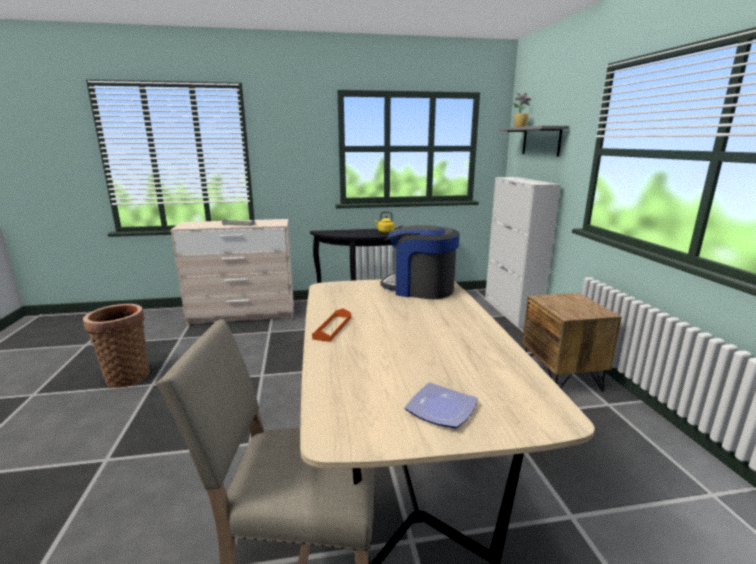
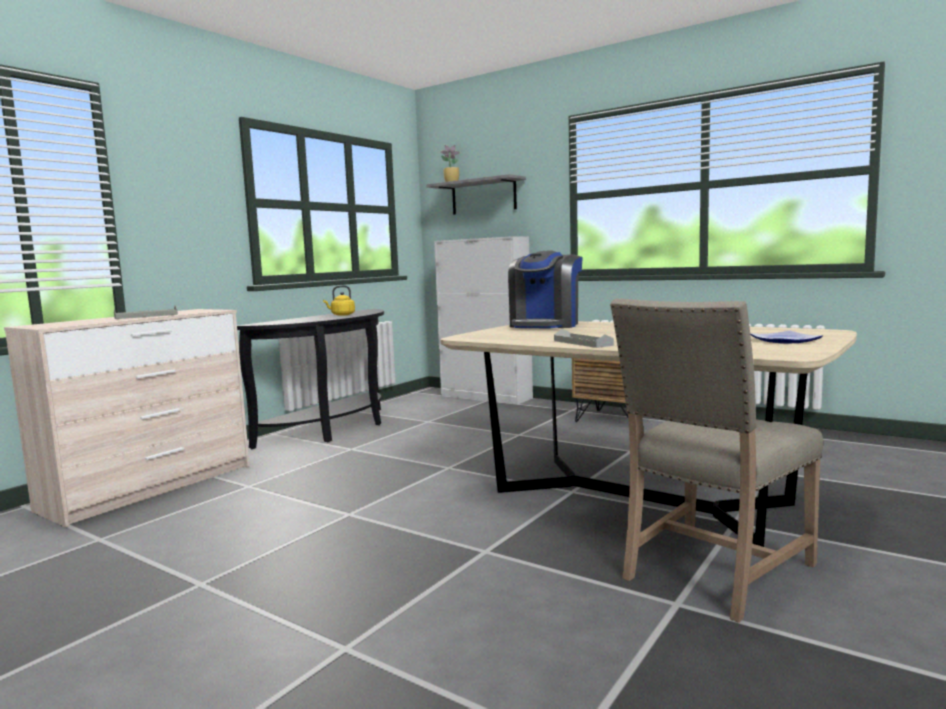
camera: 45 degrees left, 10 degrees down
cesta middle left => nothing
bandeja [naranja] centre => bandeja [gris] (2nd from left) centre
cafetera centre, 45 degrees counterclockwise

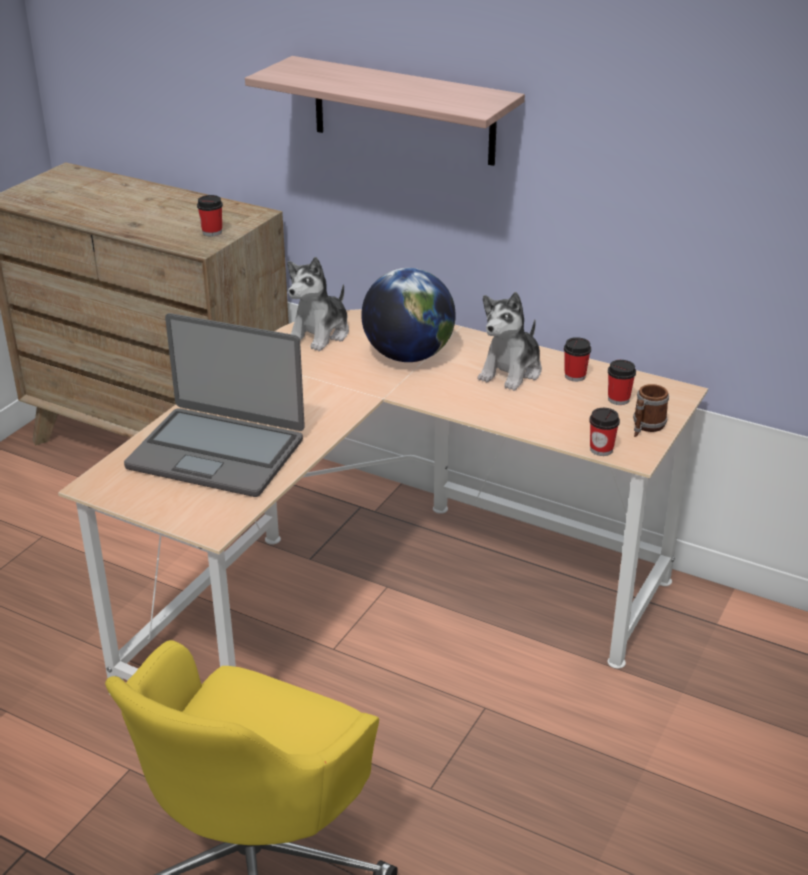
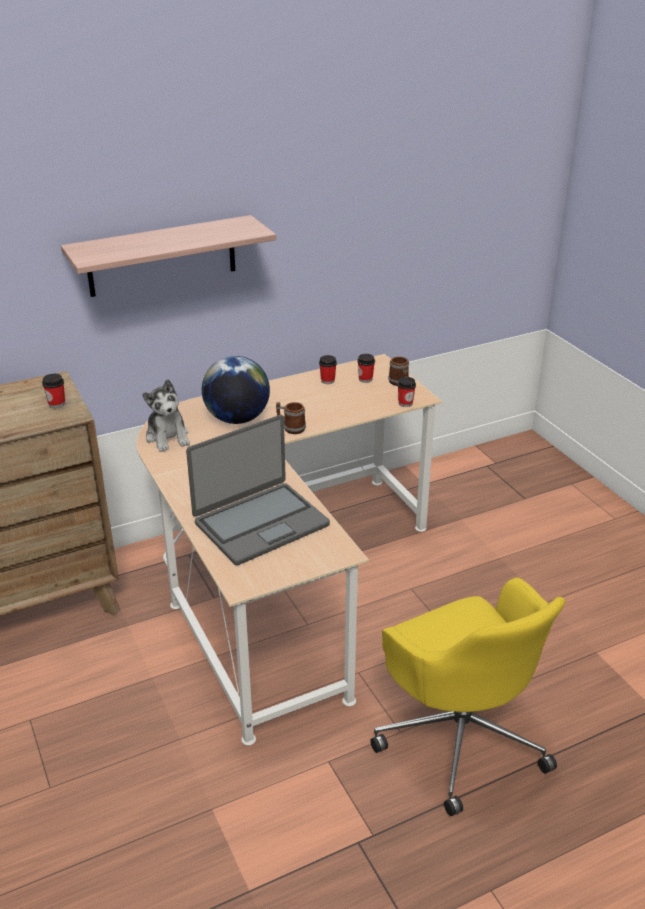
camera: 55 degrees left, 0 degrees up
peluche (2nd from left) centre => nothing
nothing => taza grande (1st from left) centre

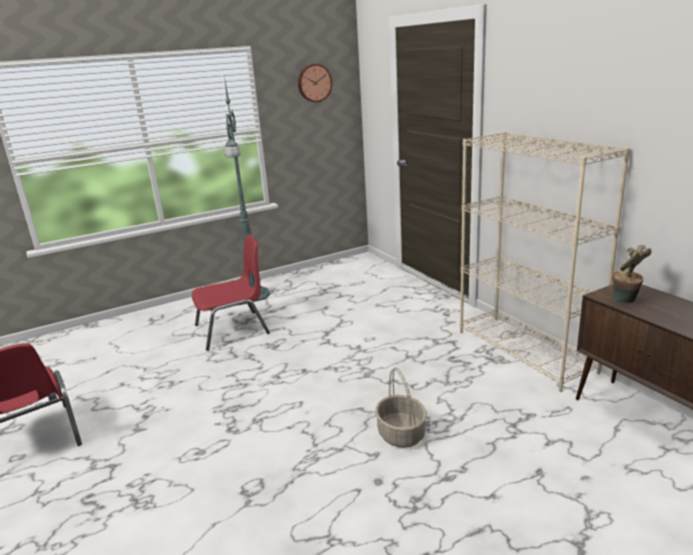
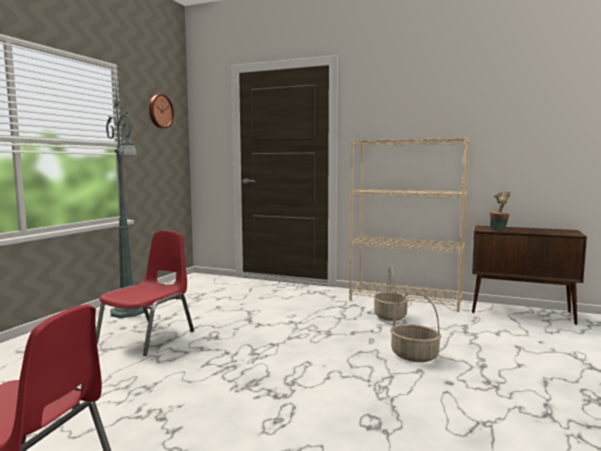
camera: 40 degrees left, 15 degrees down
nothing => cesta (1st from left) centre

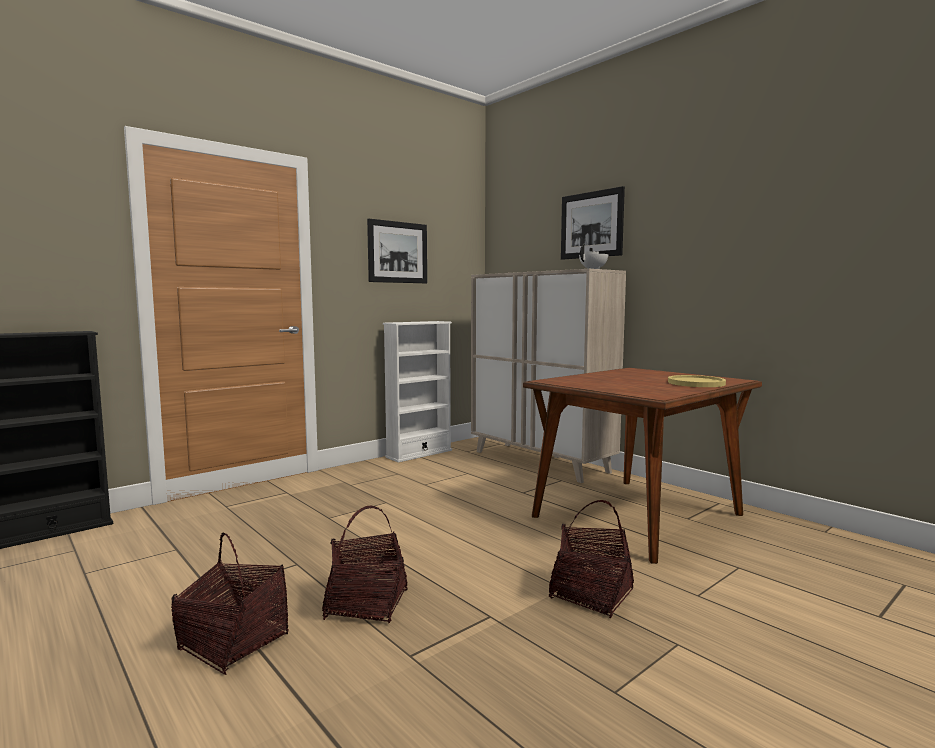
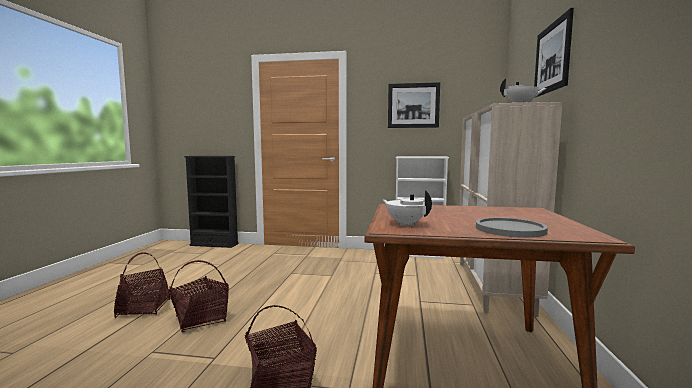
camera: 50 degrees right, 0 degrees up
plato [amarillo] middle right => plato [gris] middle right
nothing => tetera [blanco] (1st from left) centre

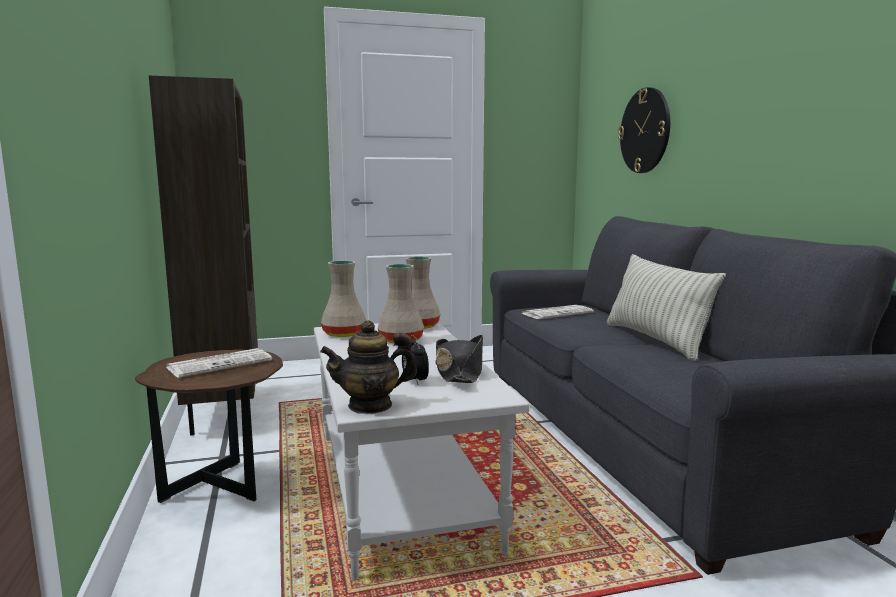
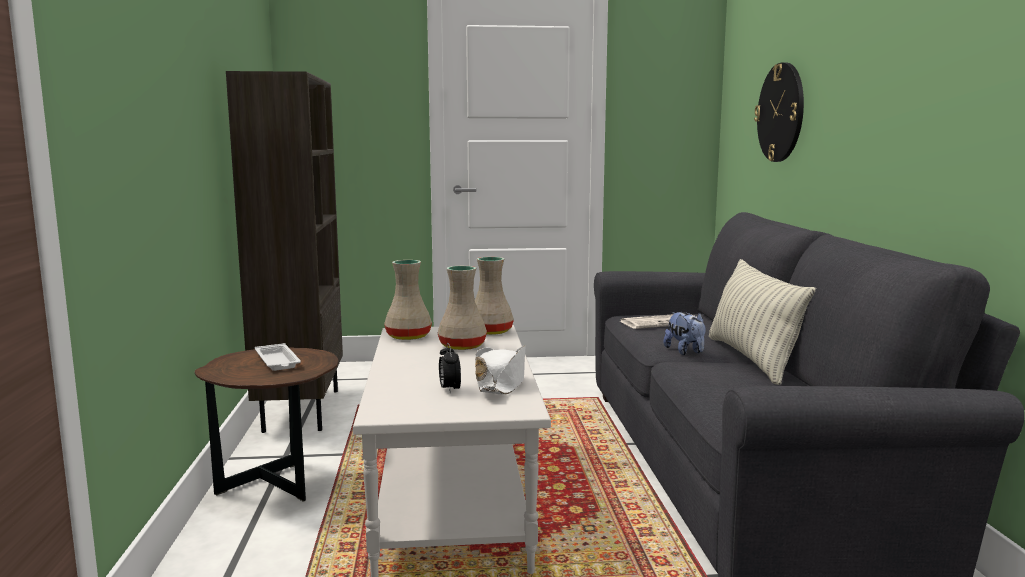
camera: 10 degrees right, 0 degrees up
periódico (1st from left) middle left => bandeja [blanco] middle left
tetera centre => nothing
sombrero [negro] centre => sombrero [blanco] centre
nothing => peluche middle right

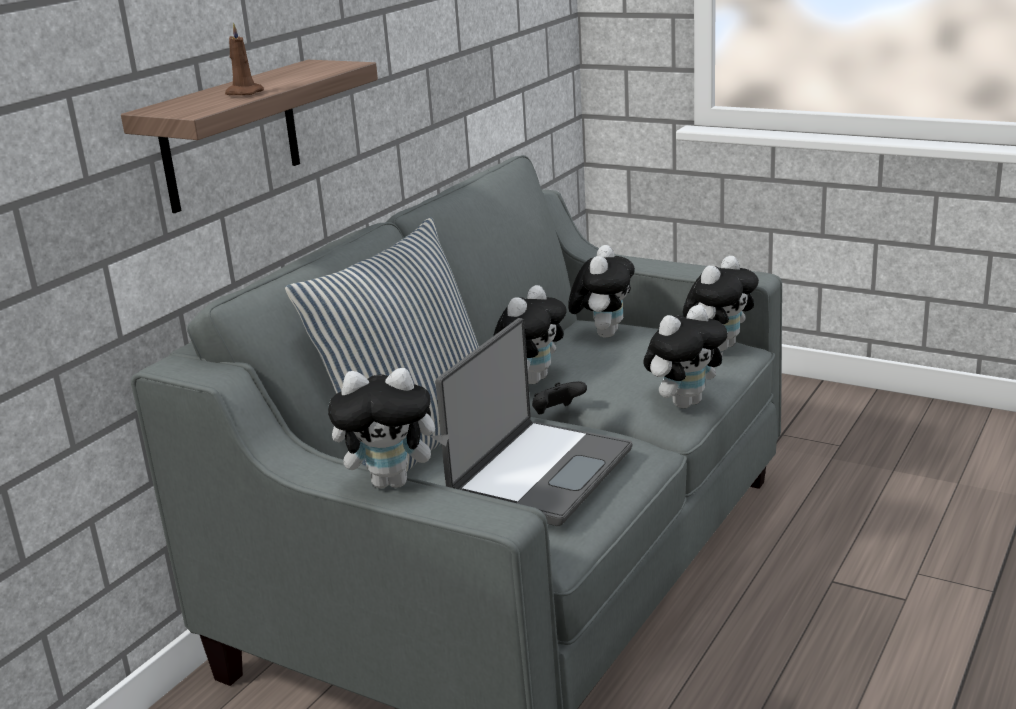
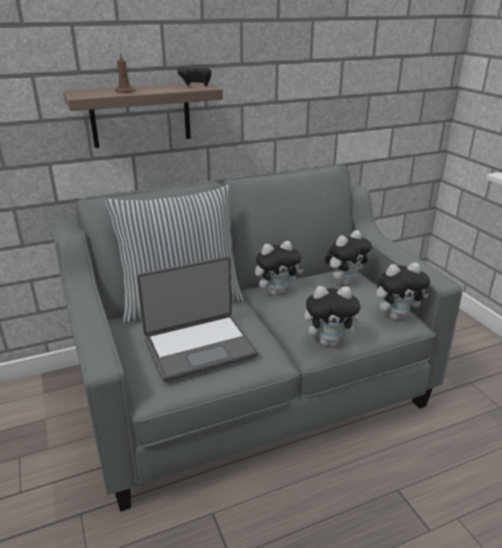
camera: 35 degrees right, 5 degrees up
peluche (1st from left) centre => nothing
mando de consola [negro] centre => mando de consola [negro] top centre, move

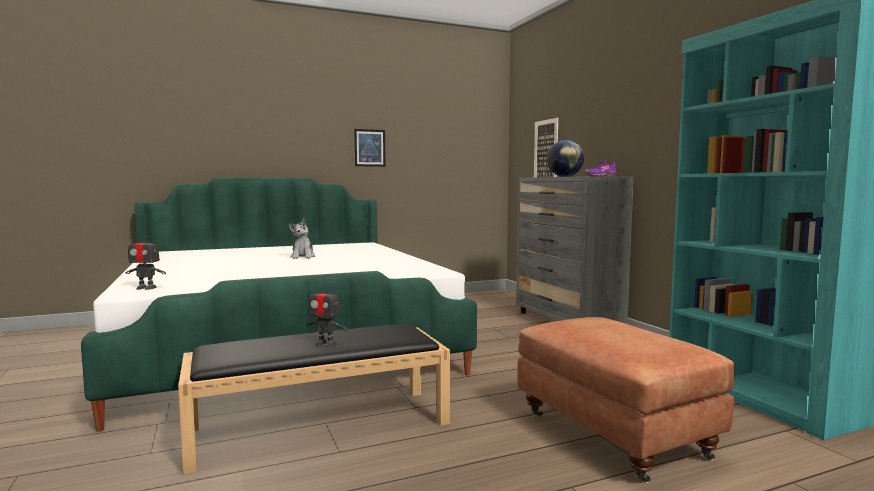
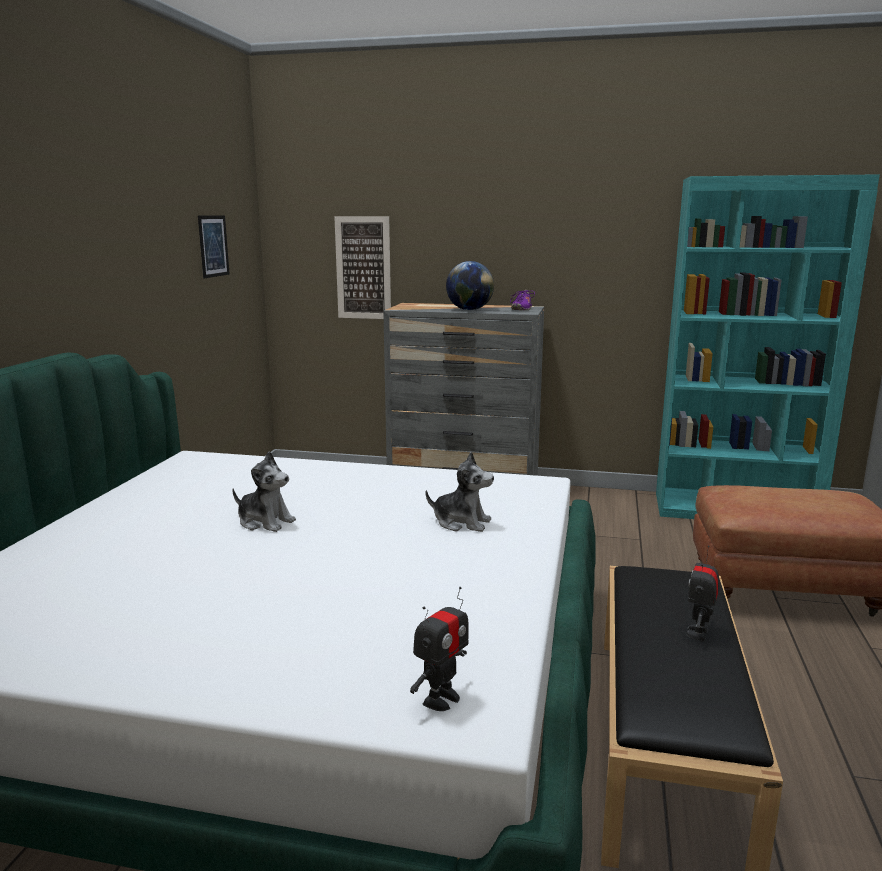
camera: 55 degrees left, 10 degrees up
robot de juguete (2nd from left) centre => robot de juguete (2nd from left) bottom right, 150 degrees clockwise
cuadro (1st from left) top centre => cuadro (1st from left) top left, move
nothing => peluche (2nd from left) centre

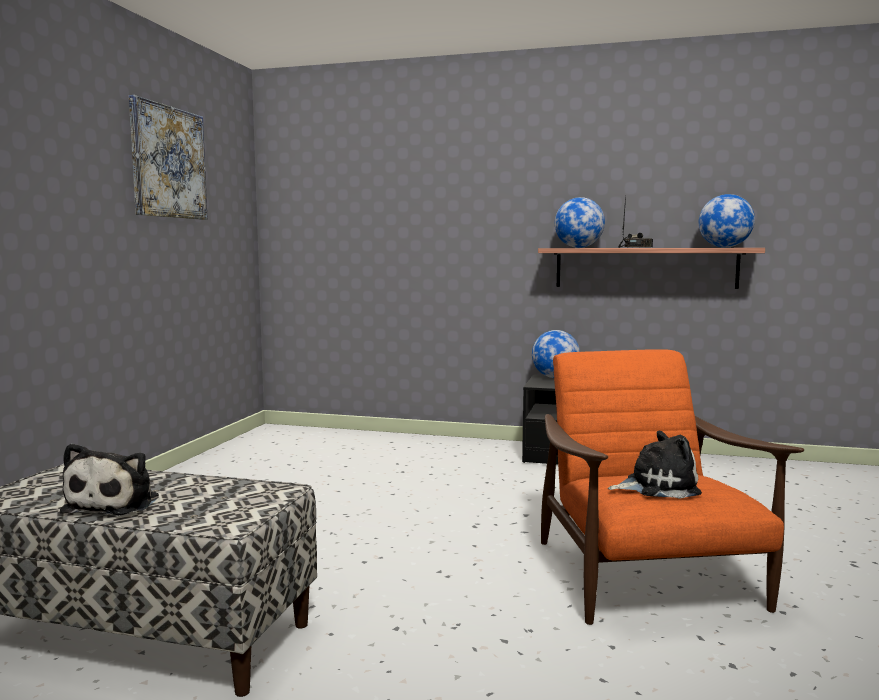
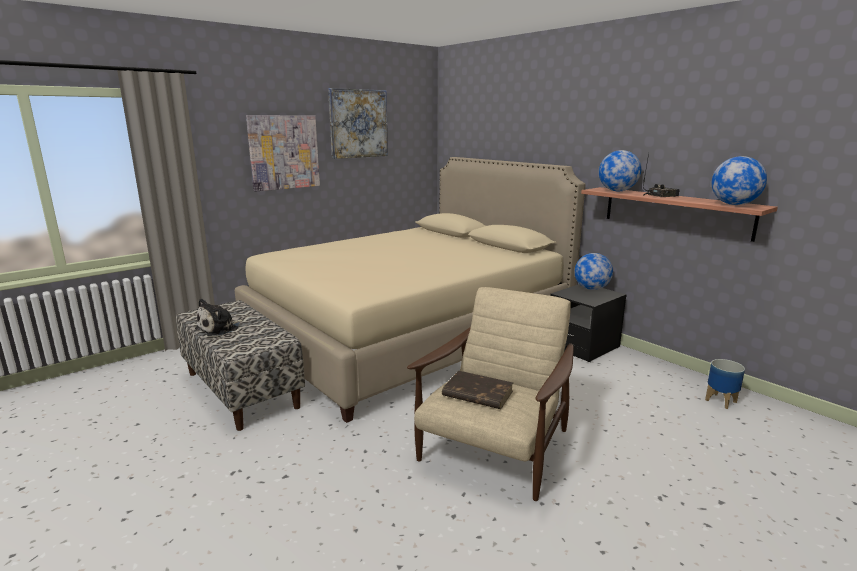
camera: 35 degrees right, 10 degrees up
sillón [naranja] bottom right => sillón [beis] bottom centre
peluche (2nd from left) middle right => libro [marrón] bottom centre
nothing => cama [beis] centre
nothing => cuadro (1st from left) top left
nothing => maceta bottom right

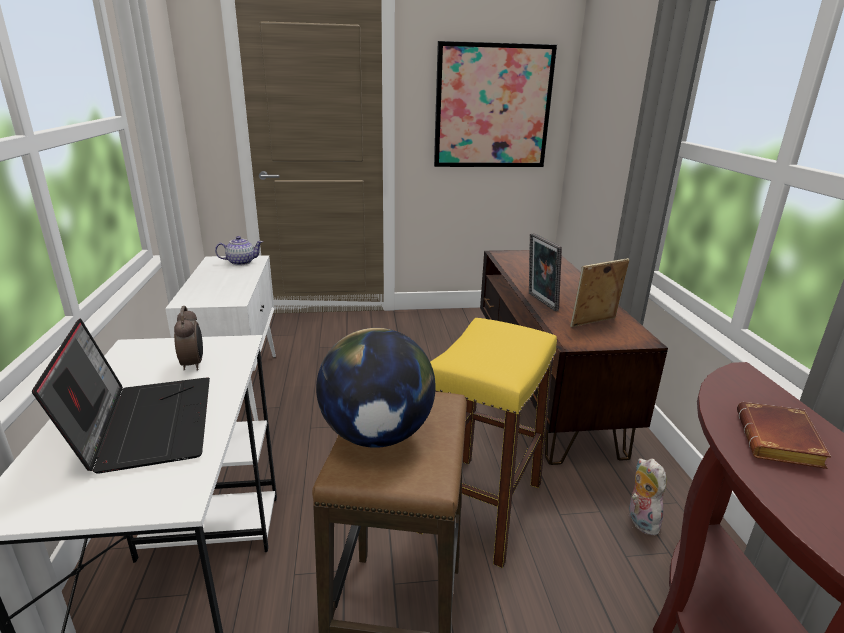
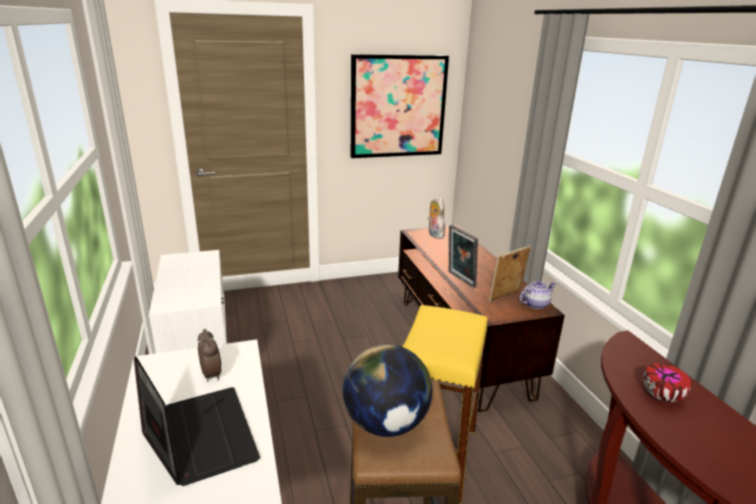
camera: 10 degrees left, 0 degrees up
tetera middle left => tetera middle right, move
peluche bottom right => peluche centre, move
libro [marrón] bottom right => cuenco bottom right

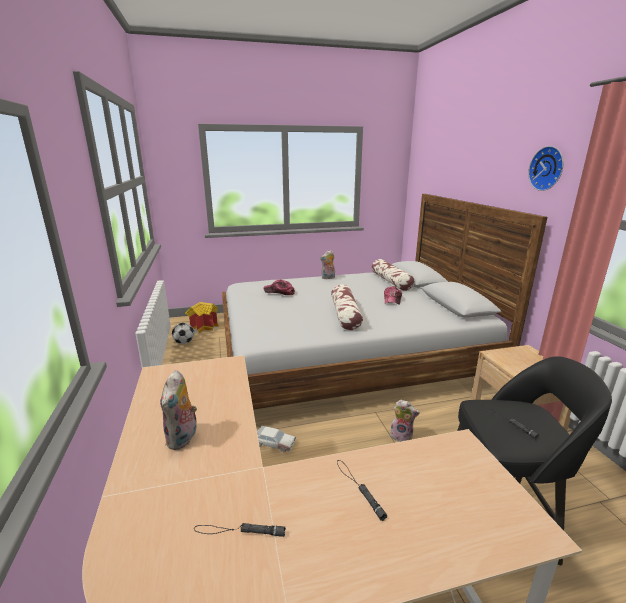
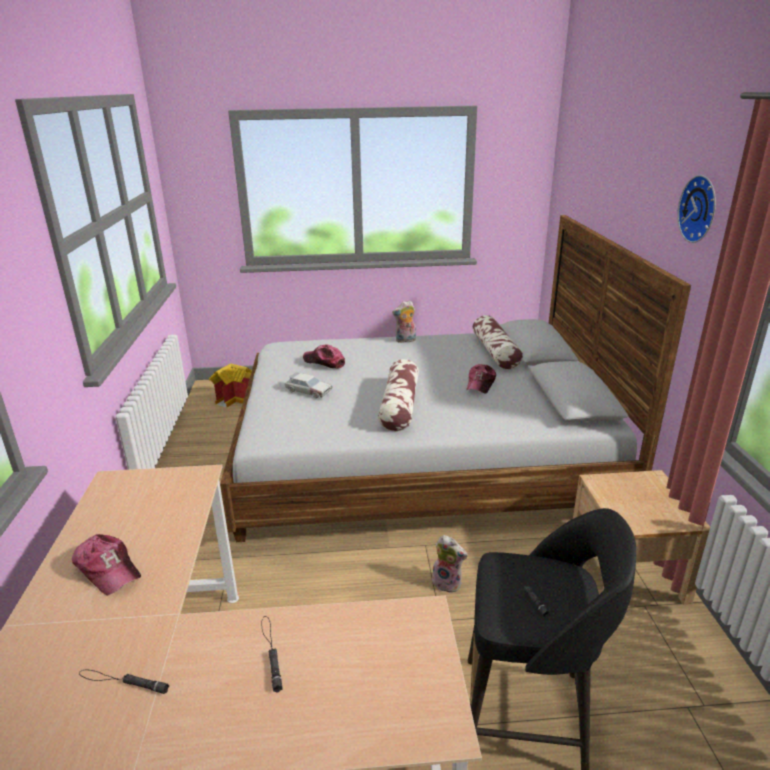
camera: 10 degrees right, 5 degrees up
peluche (1st from left) bottom left => gorra (1st from left) bottom left
balón de fútbol middle left => nothing
coche de juguete bottom centre => coche de juguete centre, move

